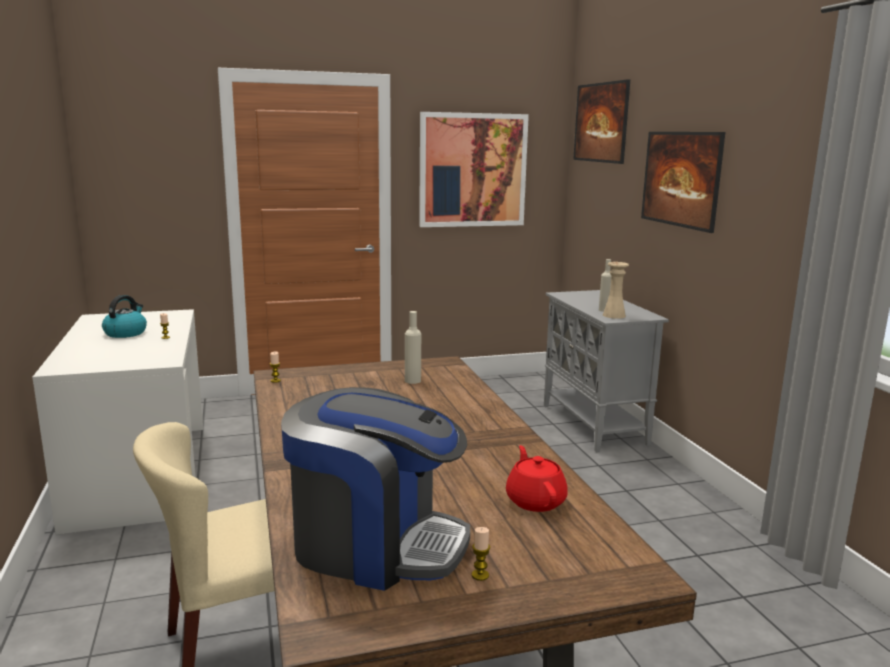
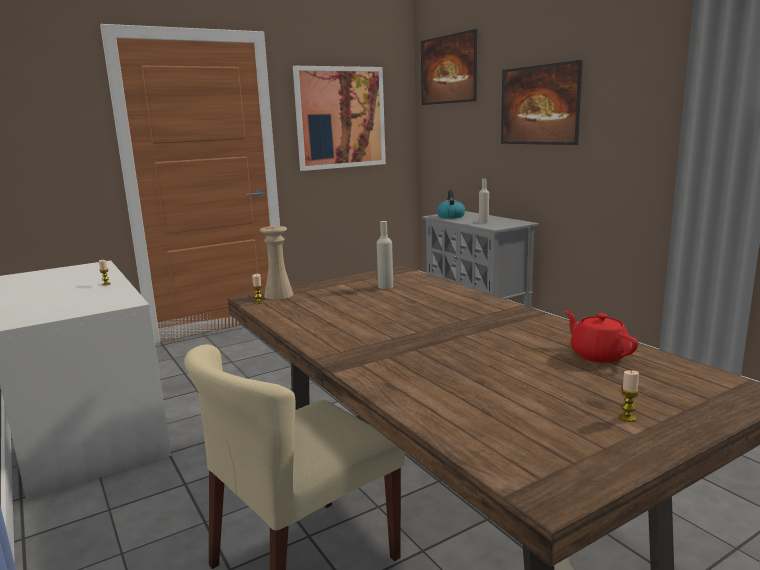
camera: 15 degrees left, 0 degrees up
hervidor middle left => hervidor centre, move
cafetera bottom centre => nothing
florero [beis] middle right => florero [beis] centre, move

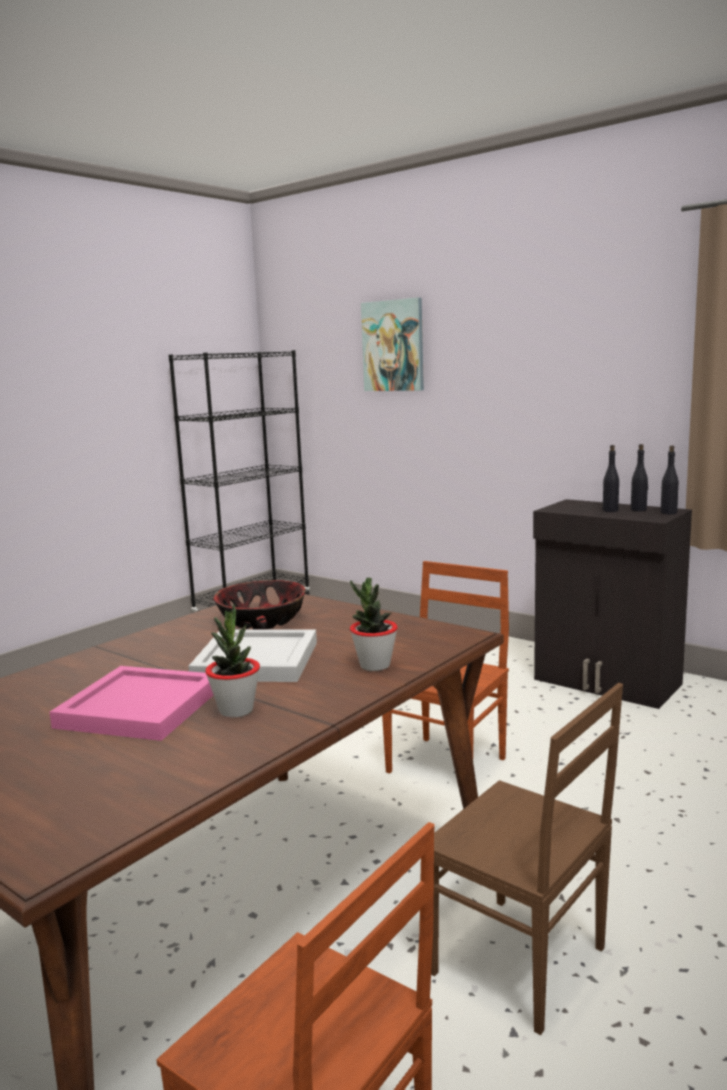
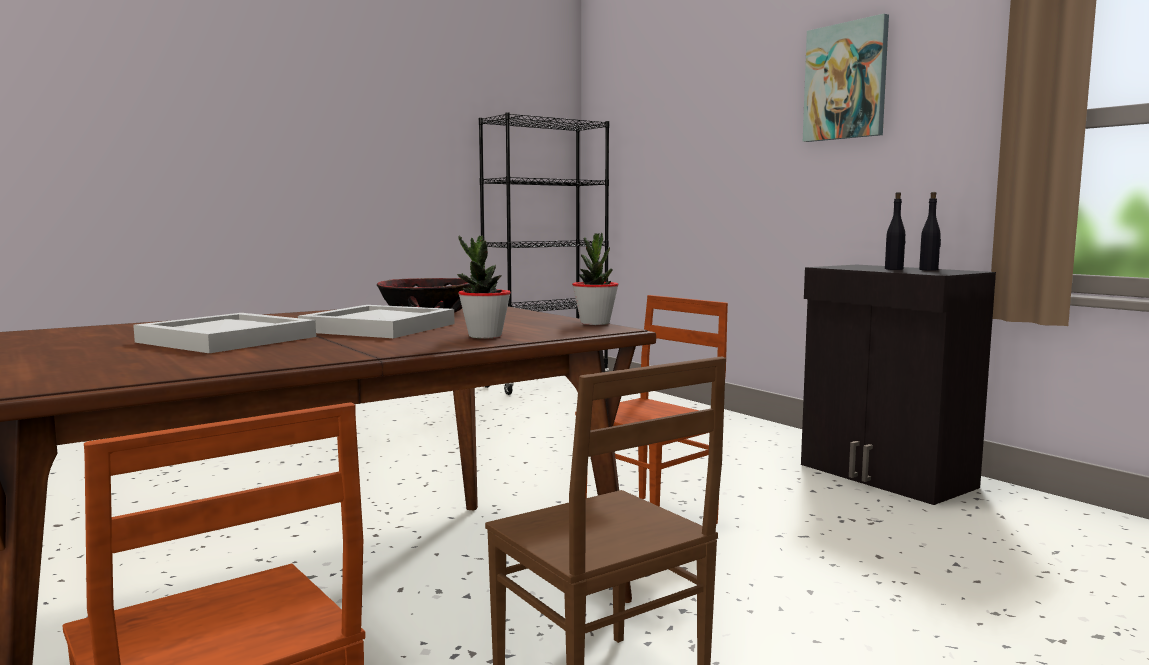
camera: 15 degrees right, 5 degrees down
bandeja [rosa] middle left => bandeja [blanco] (1st from left) middle left
planta en maceta (1st from left in the first image) middle left => planta en maceta (2nd from left) centre, move
cuadro top centre => cuadro top right, move
botella [negro] (3rd from left) middle right => nothing

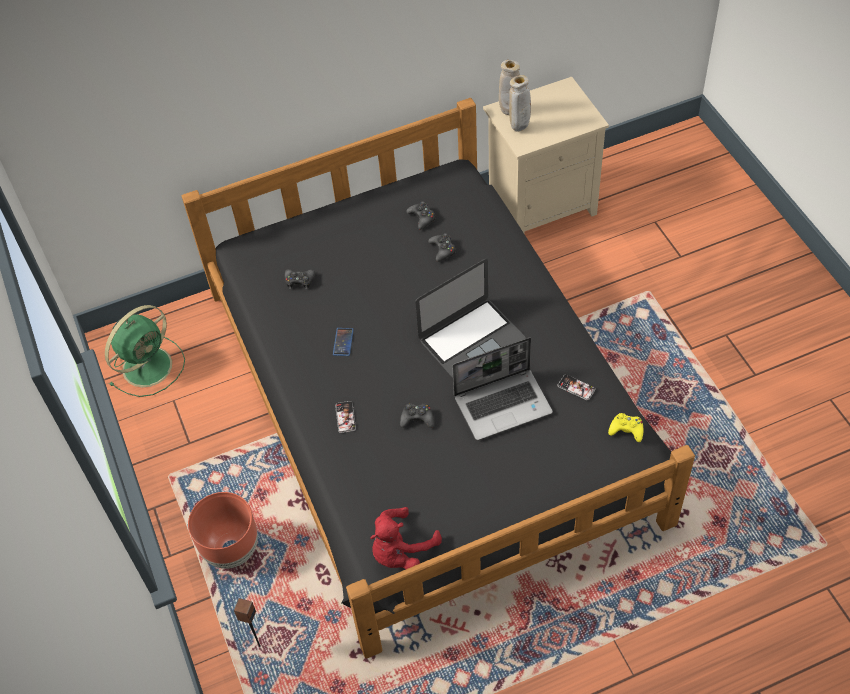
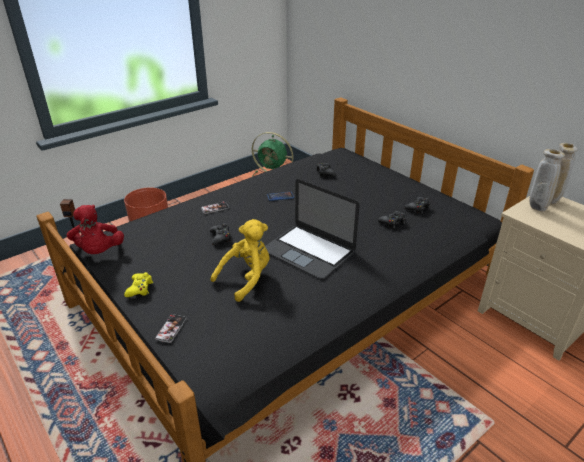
camera: 70 degrees right, 20 degrees down
peluche [rojo] bottom centre => peluche [rojo] middle left, 135 degrees counterclockwise
portátil (2nd from left) centre => peluche [amarillo] centre
móvil (3rd from left in the first image) middle right => móvil (1st from left) bottom left, move
mando de consola [amarillo] middle right => mando de consola [amarillo] middle left, move

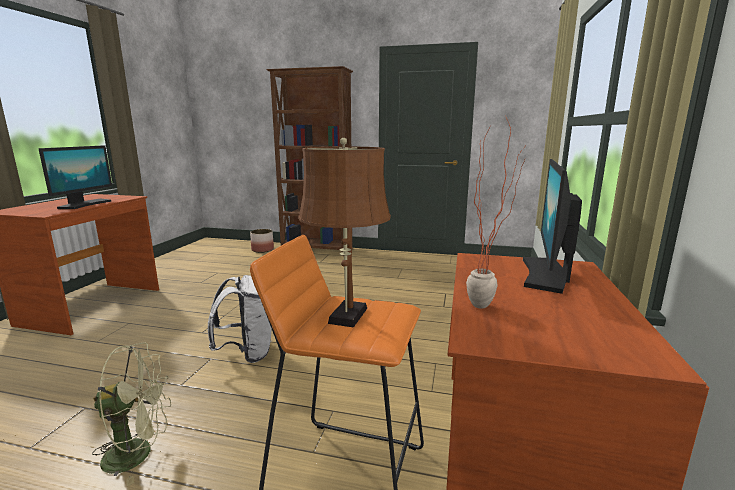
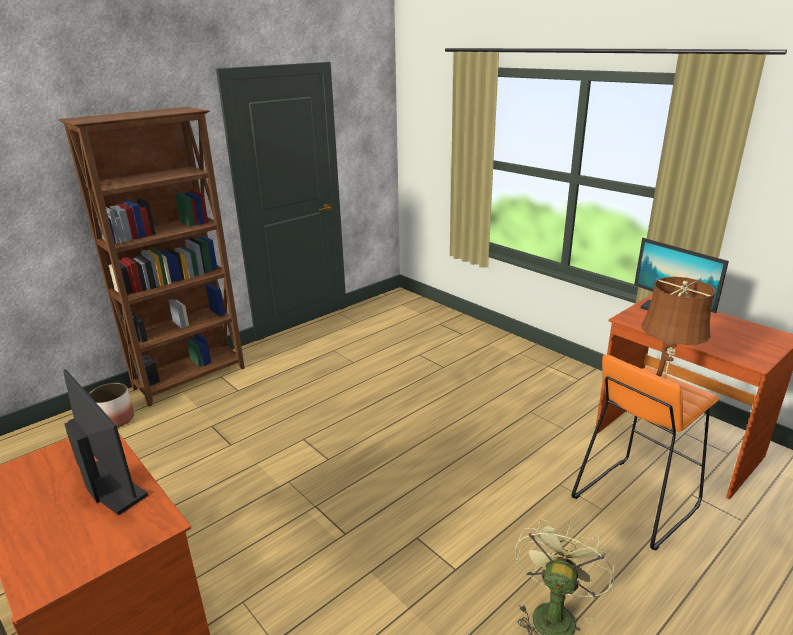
camera: 55 degrees left, 10 degrees up
mochila [blanco] middle left => nothing
planta en maceta middle right => nothing

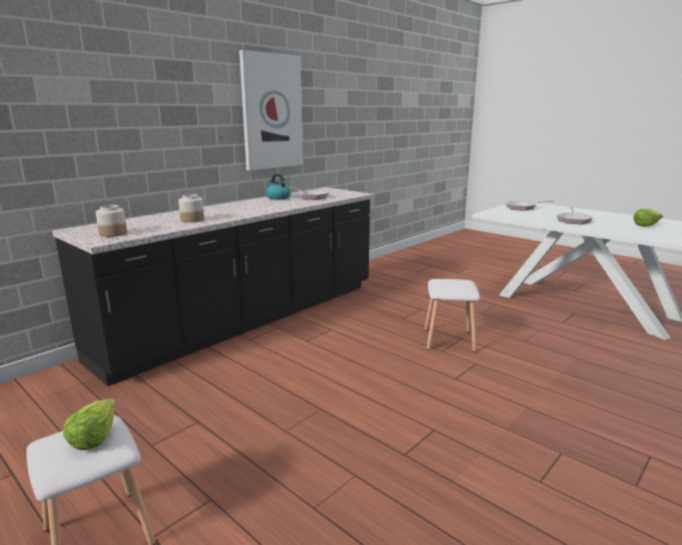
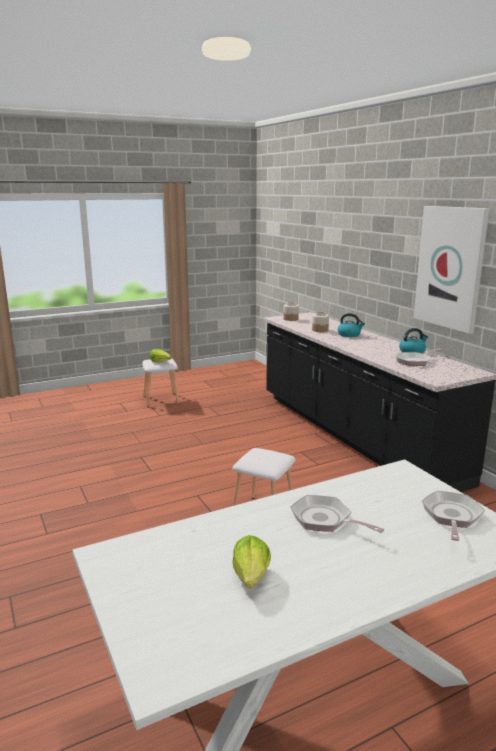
camera: 110 degrees right, 0 degrees up
nothing => hervidor (1st from left) middle right

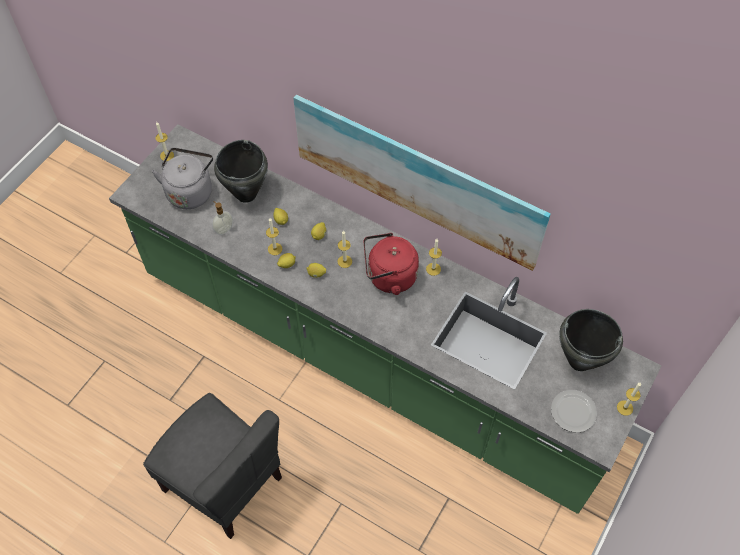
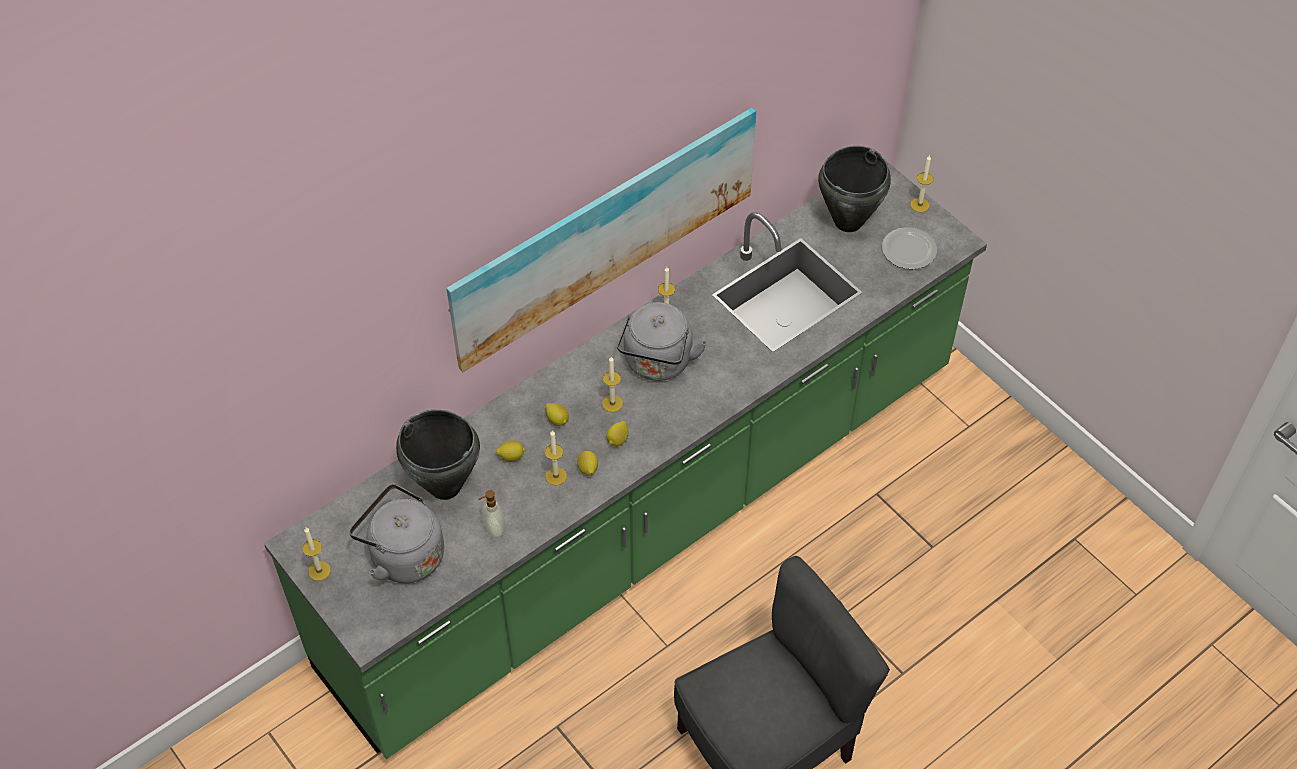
camera: 70 degrees left, 5 degrees down
hervidor [rojo] centre => hervidor [gris] (2nd from left) centre

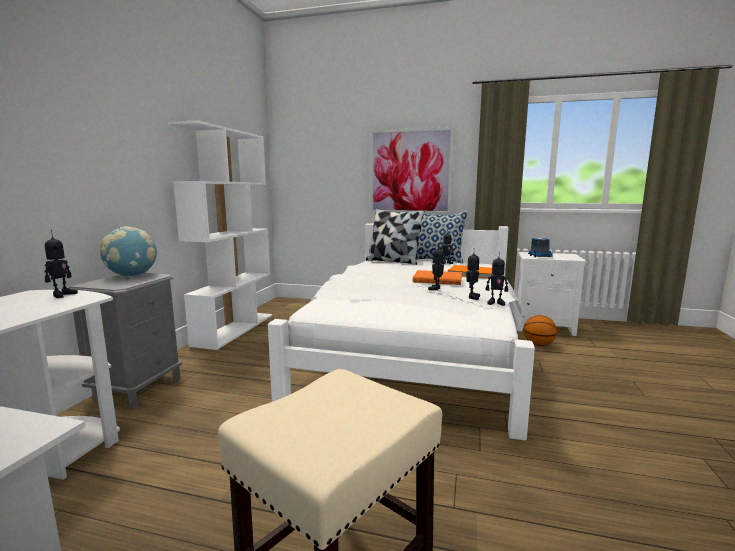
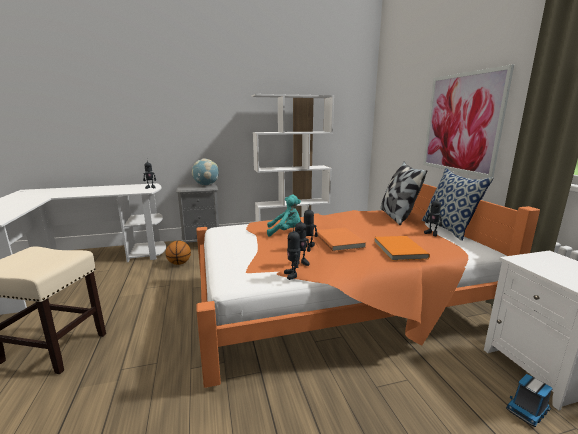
camera: 60 degrees right, 5 degrees up
cama [blanco] centre => cama [naranja] centre
balón de baloncesto middle right => balón de baloncesto middle left, move
camión de juguete middle right => camión de juguete bottom right, move
nothing => peluche [turquesa] centre

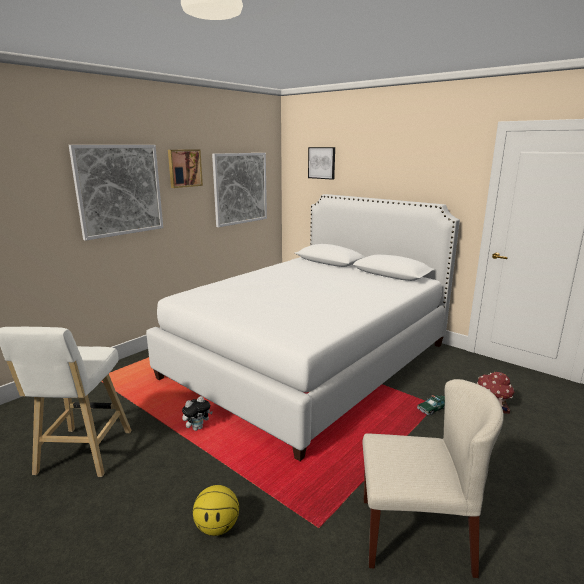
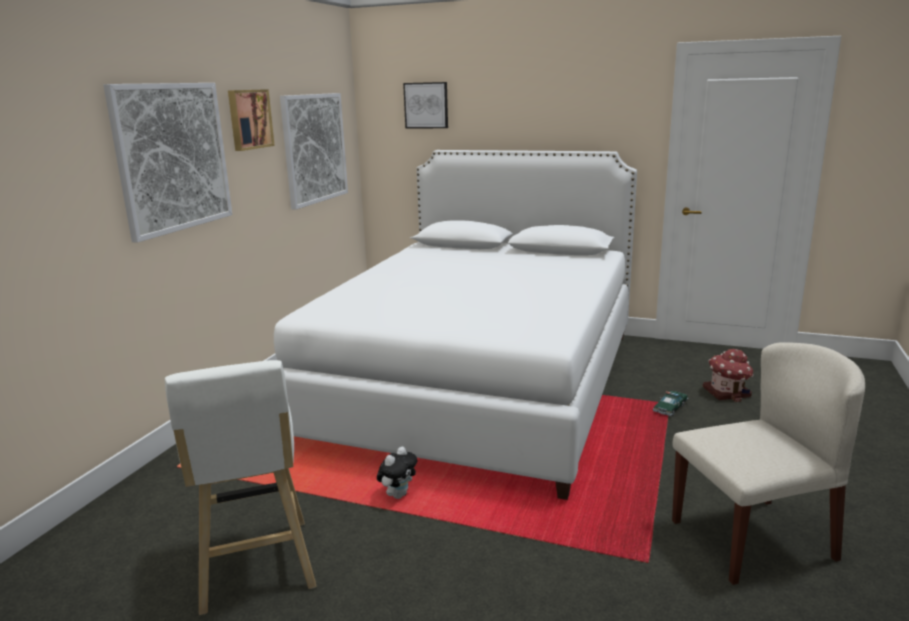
camera: 20 degrees left, 0 degrees up
balón de baloncesto bottom centre => nothing

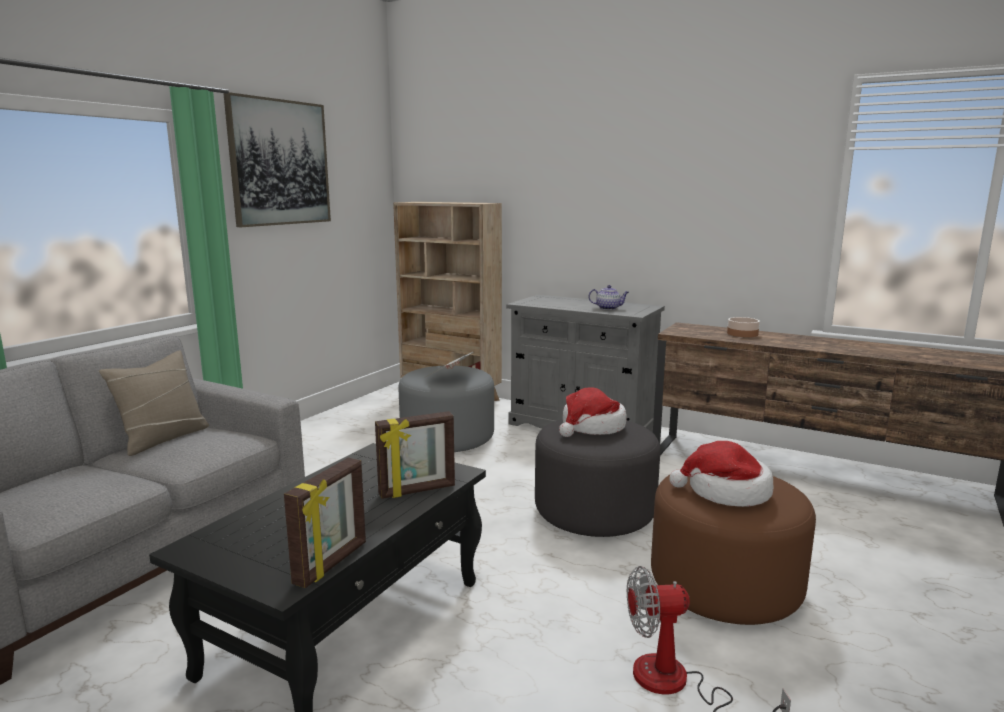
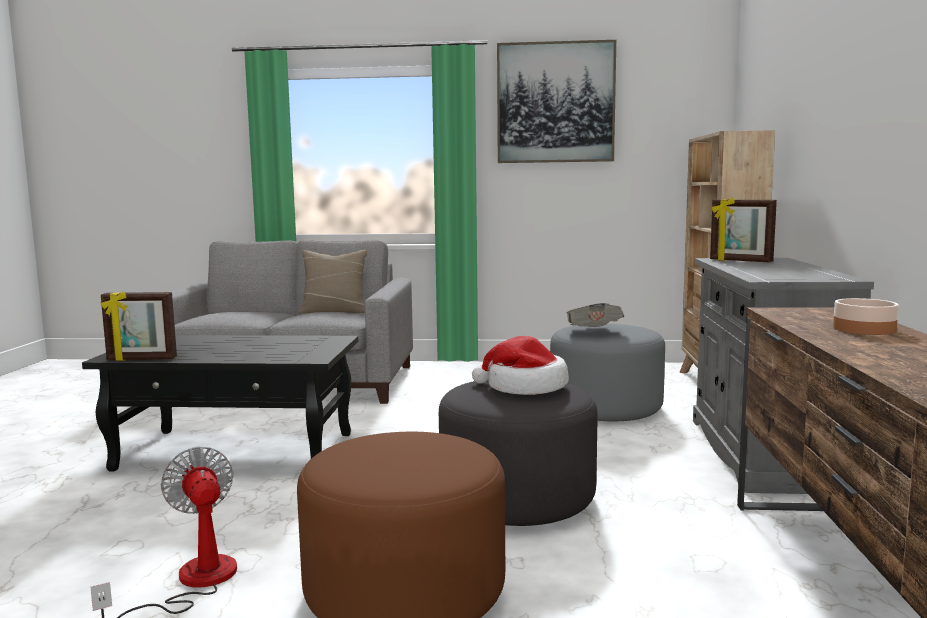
camera: 65 degrees right, 5 degrees down
portarretratos (2nd from left) centre => portarretratos (2nd from left) middle right, move
tetera centre => nothing
sombrero (2nd from left) middle right => nothing

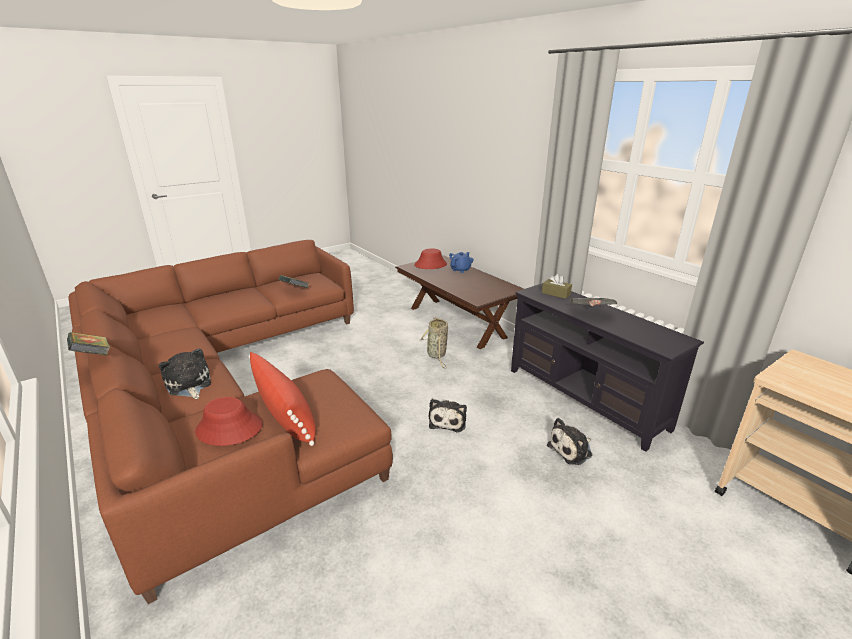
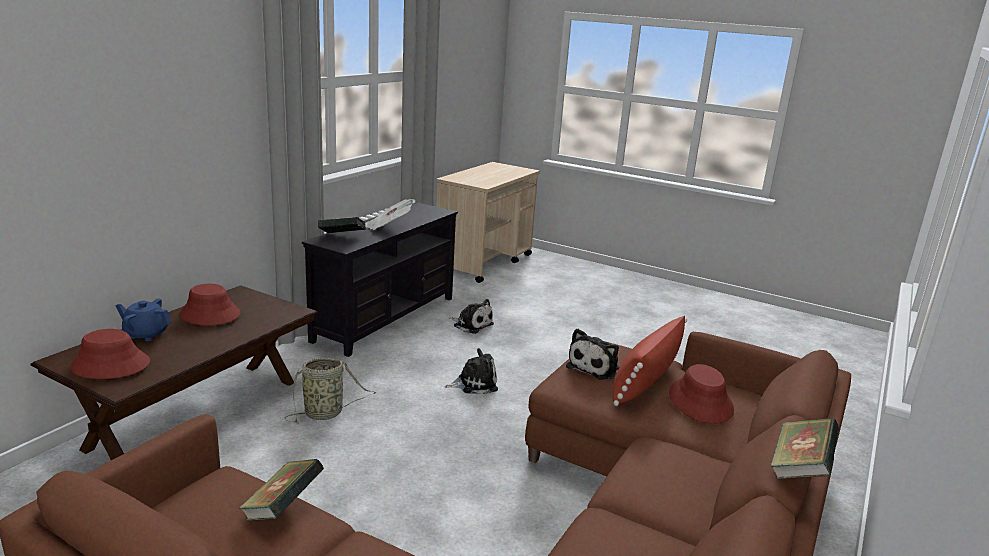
camera: 115 degrees left, 5 degrees down
peluche (1st from left in the first image) middle left => peluche (3rd from left) centre, move
caja de pañuelos [marrón] centre => libro (2nd from left) centre
nothing => sombrero [rojo] (2nd from left) middle left

